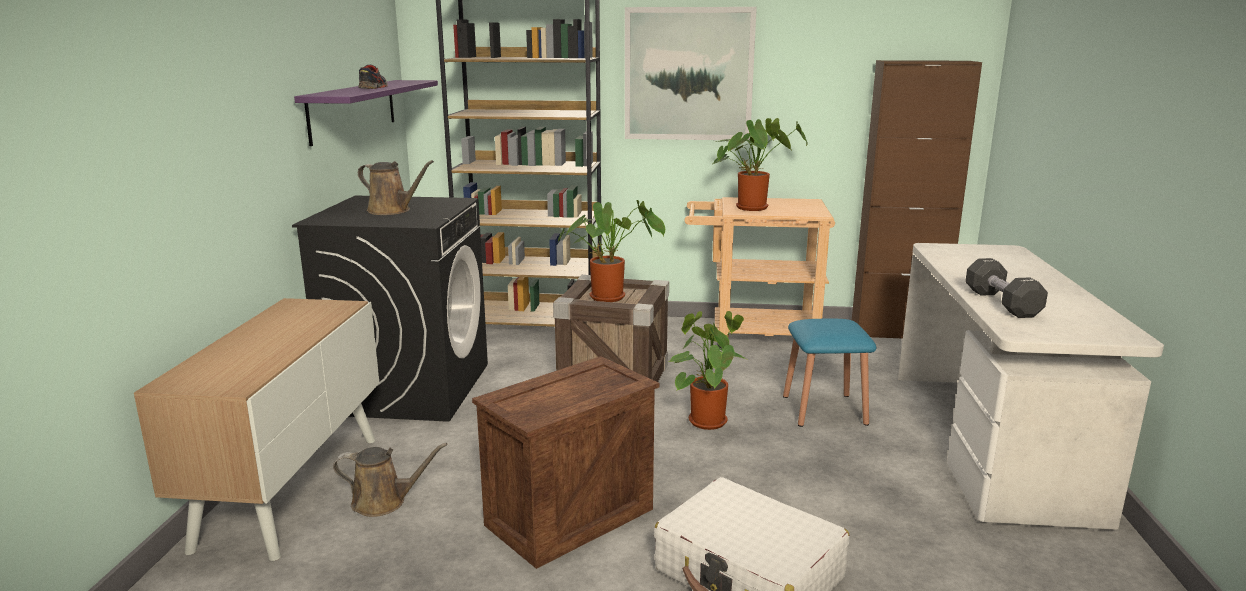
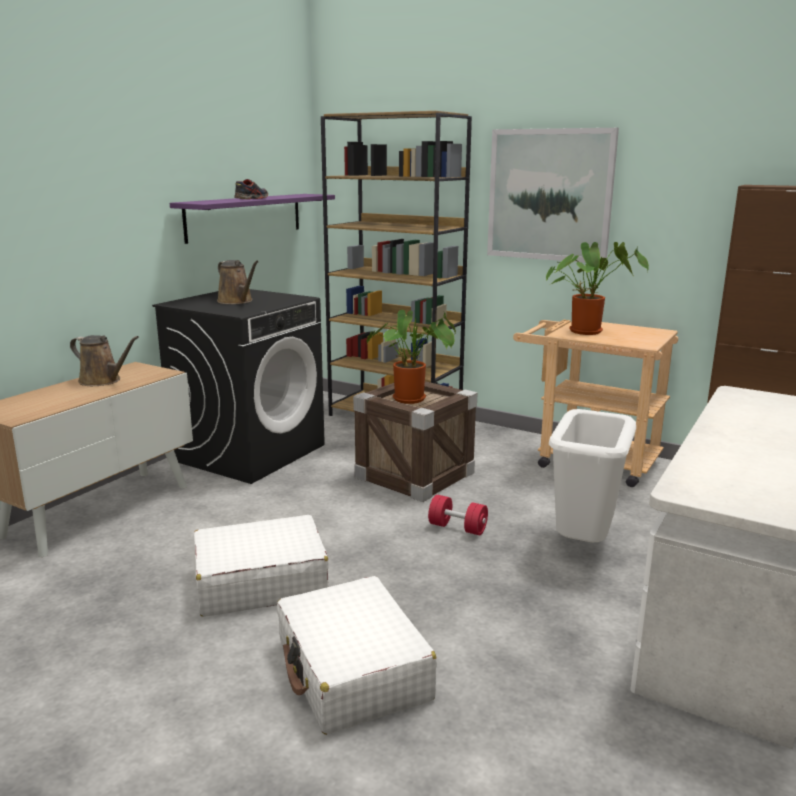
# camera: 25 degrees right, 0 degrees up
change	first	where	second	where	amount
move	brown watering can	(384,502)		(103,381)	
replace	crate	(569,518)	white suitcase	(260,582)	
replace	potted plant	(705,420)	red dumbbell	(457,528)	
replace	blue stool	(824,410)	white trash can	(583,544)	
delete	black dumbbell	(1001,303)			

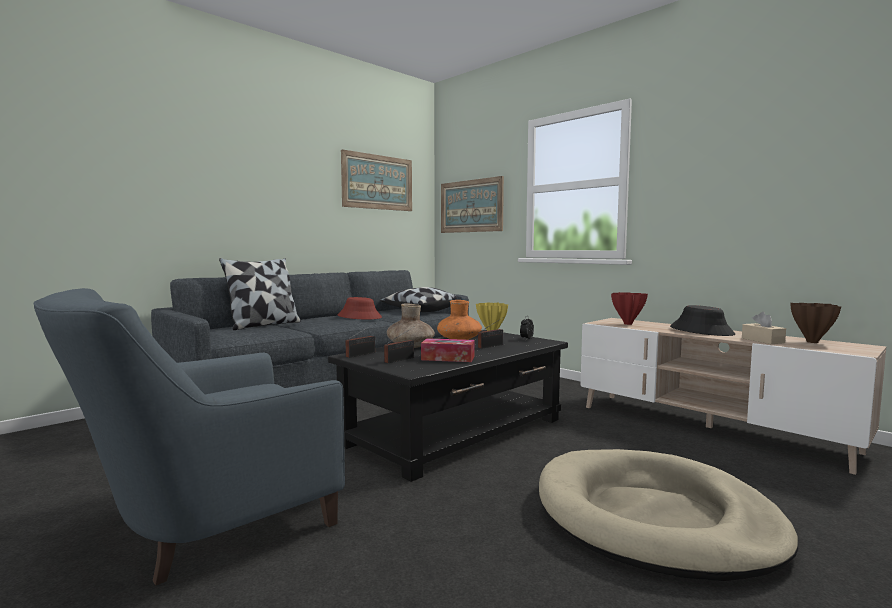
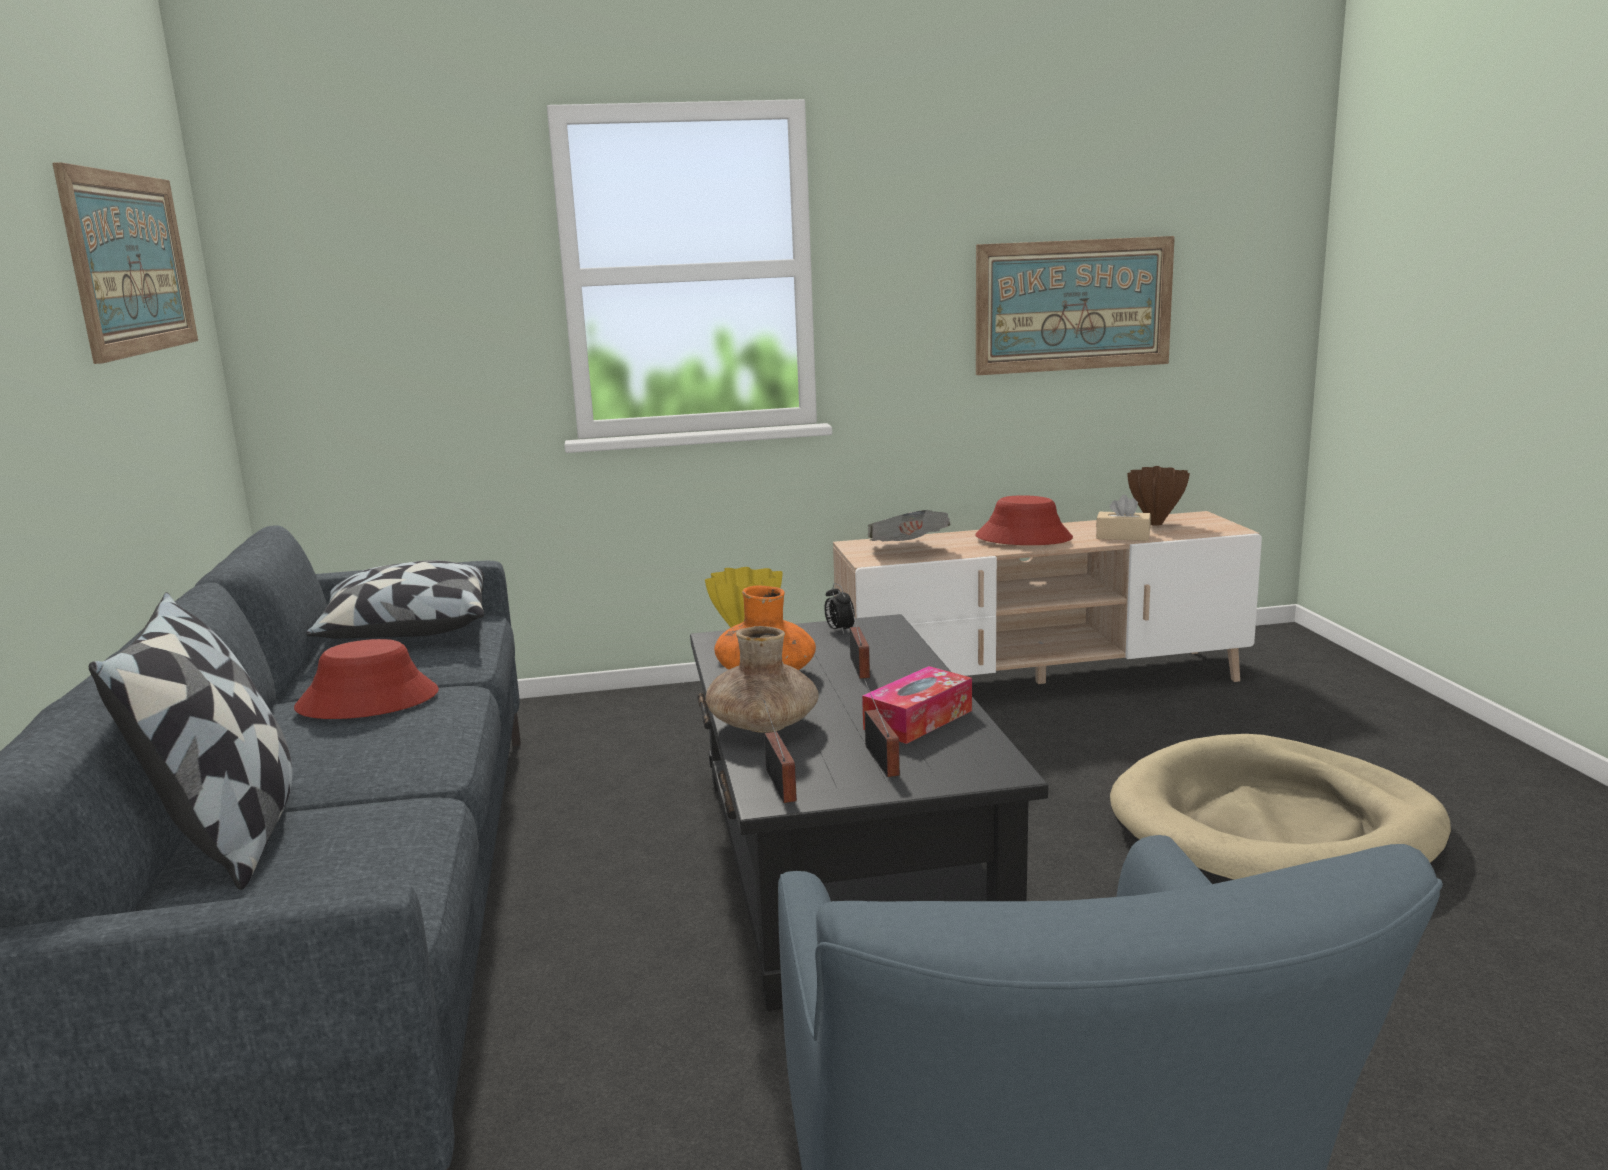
# camera: 55 degrees left, 10 degrees up
change	first	where	second	where	amount
move	picture	(471,206)		(1073,305)	
replace	red vase	(627,324)	newspaper	(908,550)	
recolor	black hat	(701,331)	red hat	(1023,538)	

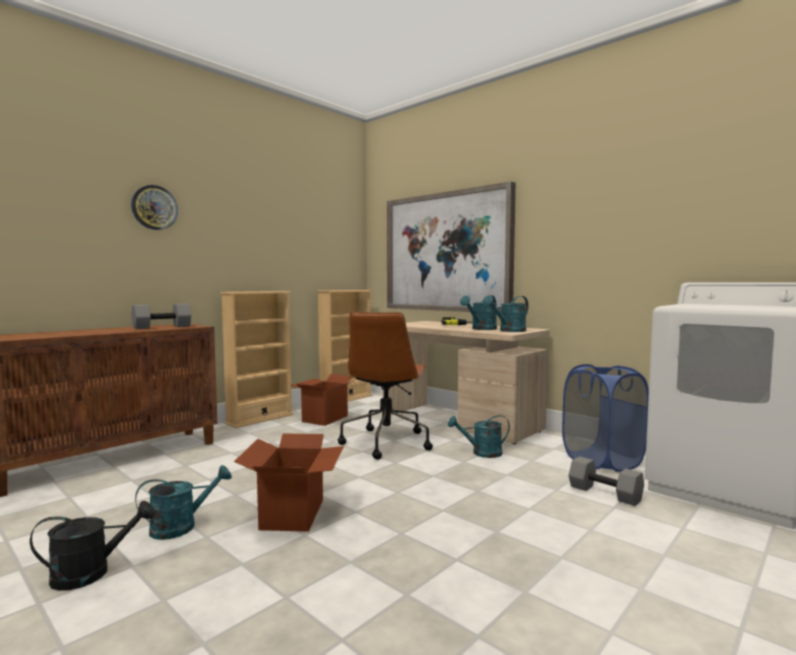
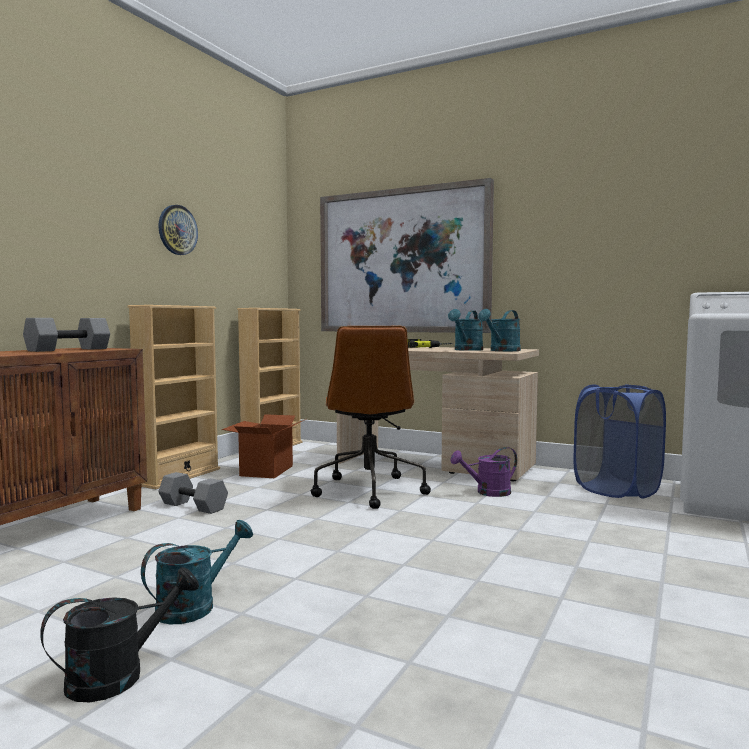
# camera: 15 degrees left, 0 degrees up
change	first	where	second	where	amount
move	wall clock	(154,207)		(177,230)	
delete	cardboard box	(294,514)			
recolor	turquoise watering can	(481,453)	purple watering can	(487,493)	
move	grey dumbbell	(606,493)		(194,506)	

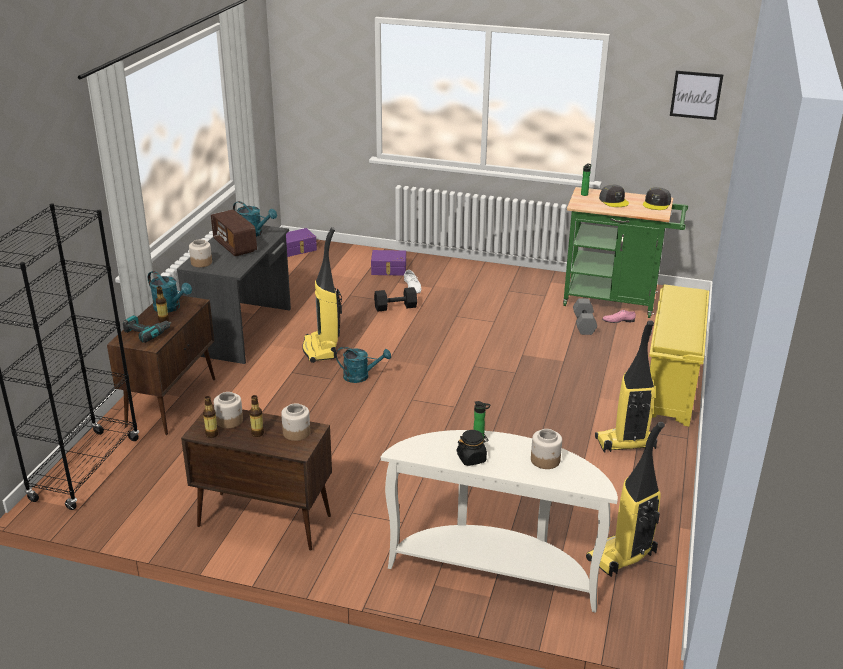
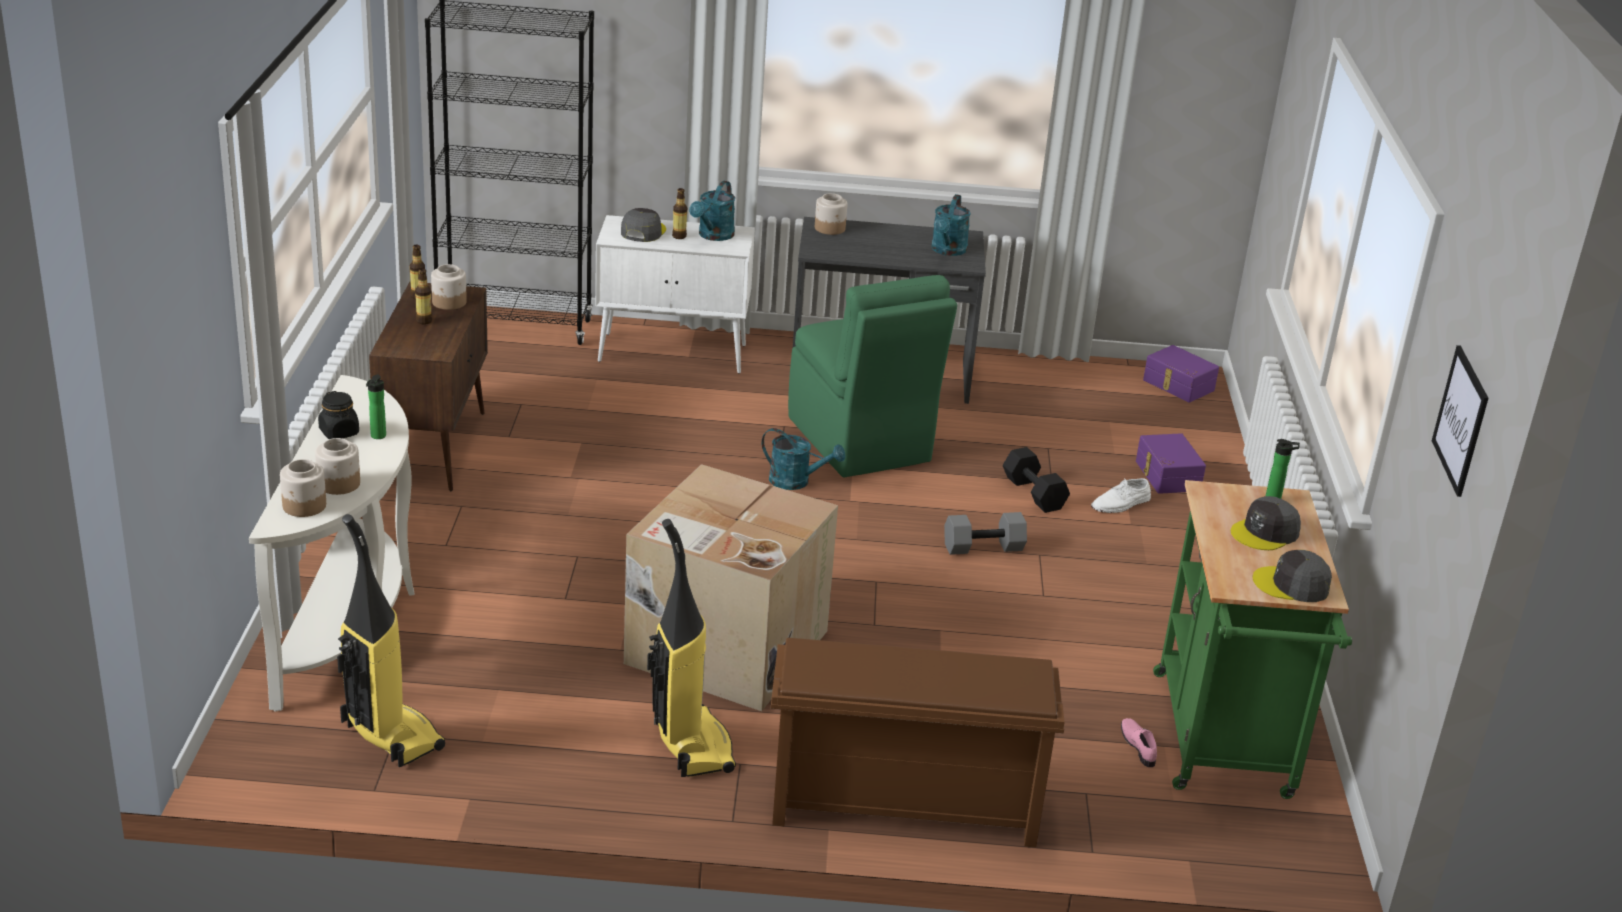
# camera: 75 degrees right, 0 degrees up
change	first	where	second	where	amount
recolor	brown cabinet	(172,401)	white cabinet	(674,353)	
replace	power drill	(146,332)	grey cap	(643,231)	
delete	radio	(235,246)			
move	jar	(297,433)		(304,506)	
replace	vacuum cleaner	(321,349)	green chair	(860,442)	
rotate	turquoise watering can	(361,376)		(796,482)	60 degrees counterclockwise
move	grey dumbbell	(583,324)		(984,547)	
recolor	yellow shoe rack	(671,388)	brown shoe rack	(901,807)	
insert			cardboard box	(723,647)	

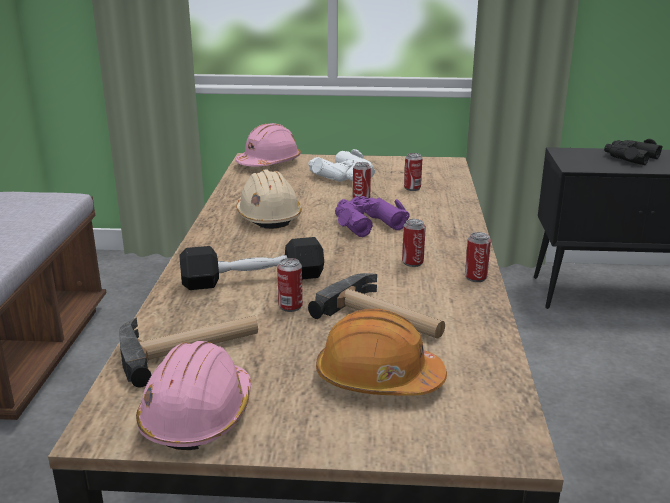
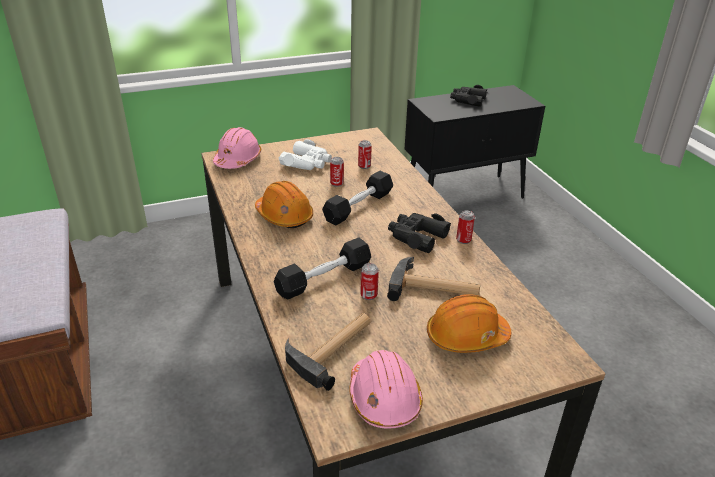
# camera: 25 degrees left, 10 degrees up
change	first	where	second	where	amount
recolor	beige hard hat	(268,216)	orange hard hat	(284,216)	
replace	purple binoculars	(366,222)	black dumbbell	(358,206)	
replace	can	(412,263)	black binoculars	(416,236)	

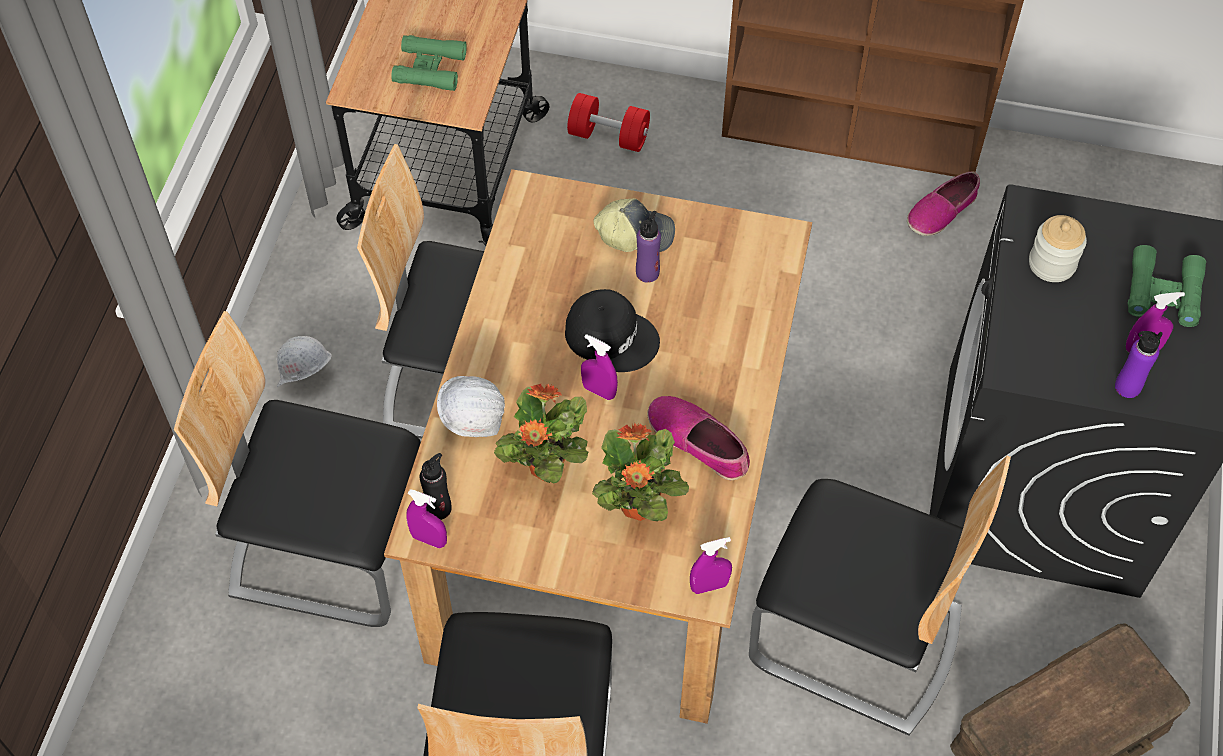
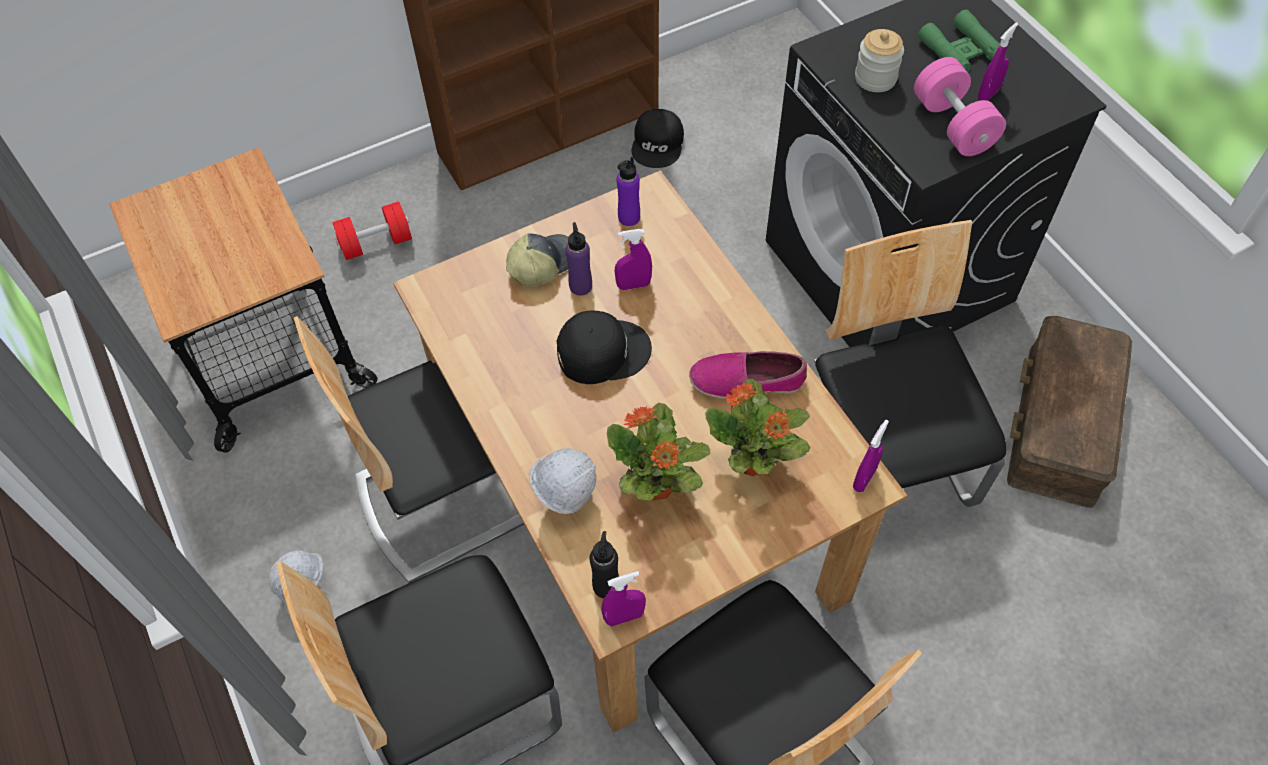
# camera: 40 degrees left, 0 degrees up
change	first	where	second	where	amount
delete	green binoculars	(430,68)			
move	purple spray bottle	(599,391)		(633,285)	
rotate	chair	(856,637)		(884,461)	90 degrees counterclockwise
replace	shoe	(941,211)	black cap	(658,144)	
move	purple bottle	(1127,387)		(629,217)	
insert			pink dumbbell	(953,125)	

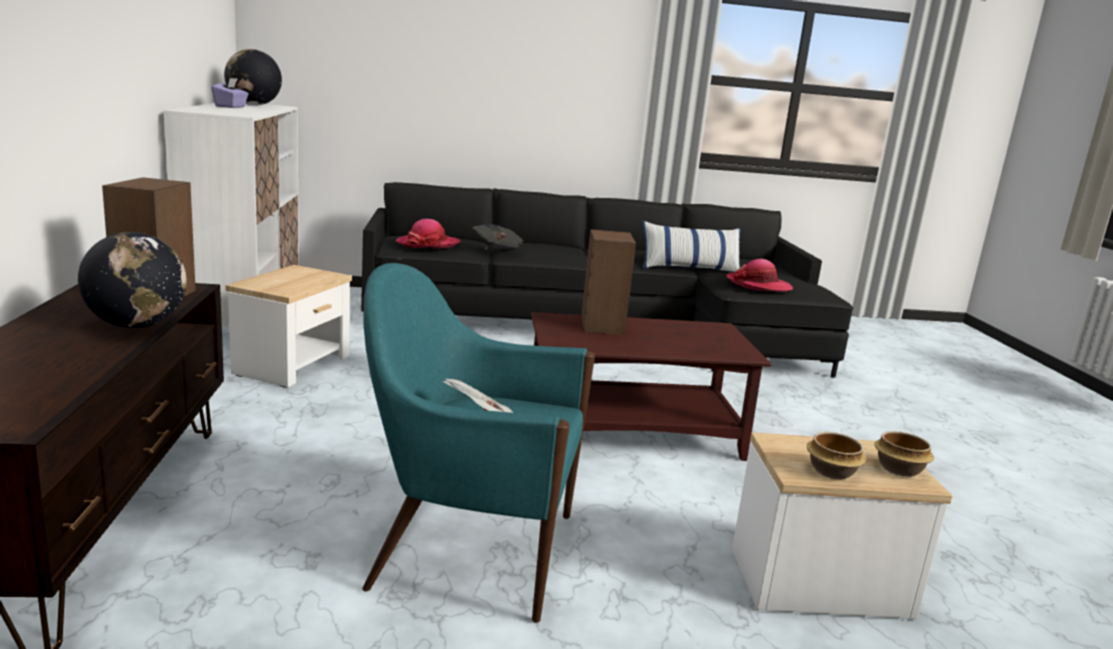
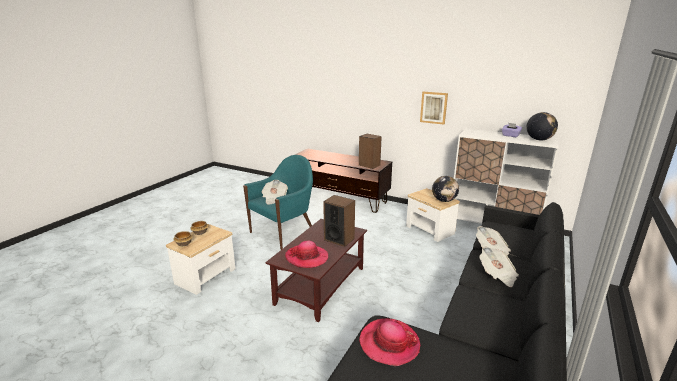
# camera: 125 degrees right, 5 degrees up
change	first	where	second	where	amount
move	globe	(137,325)		(444,200)	
move	hat	(428,244)		(307,257)	
delete	pillow	(689,269)			
insert			picture	(433,107)	
insert			newspaper	(497,275)	

